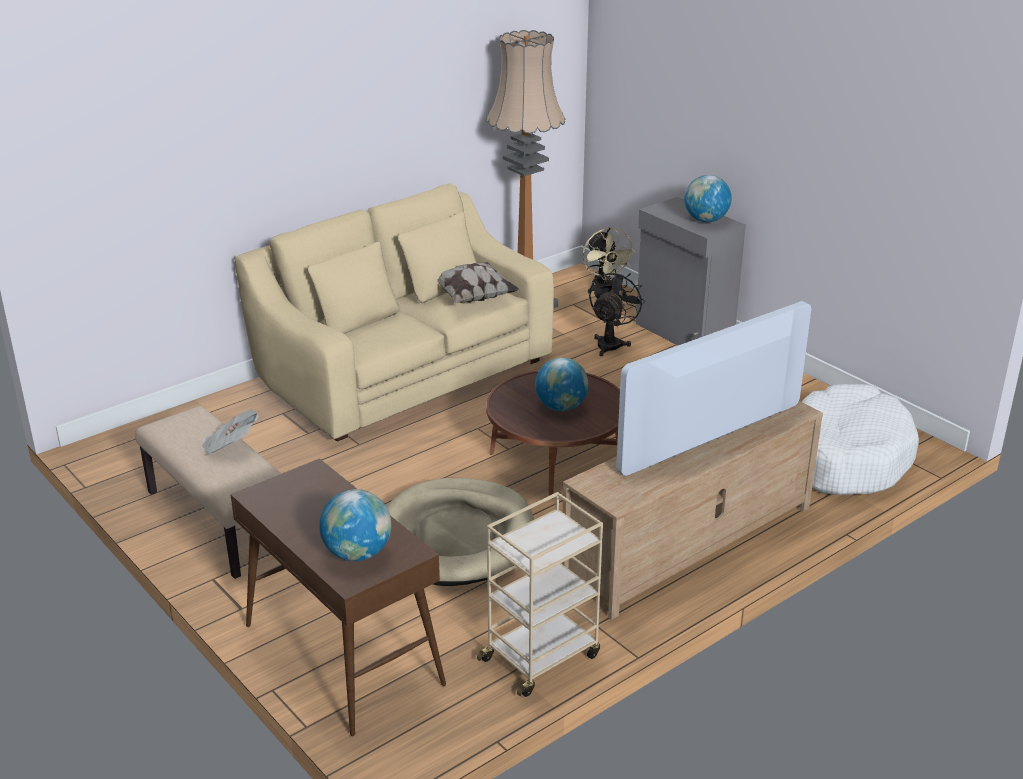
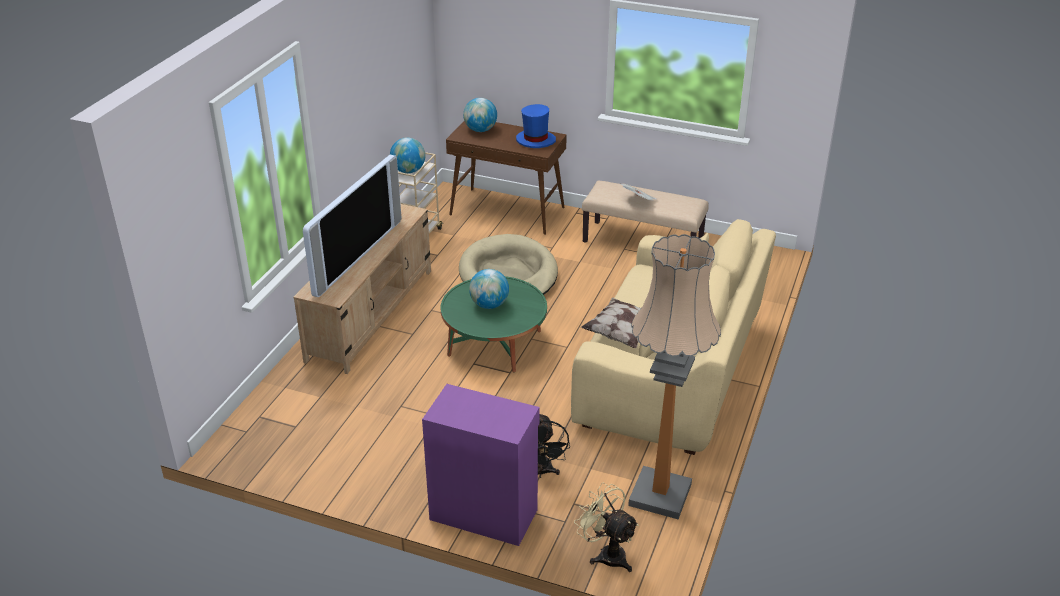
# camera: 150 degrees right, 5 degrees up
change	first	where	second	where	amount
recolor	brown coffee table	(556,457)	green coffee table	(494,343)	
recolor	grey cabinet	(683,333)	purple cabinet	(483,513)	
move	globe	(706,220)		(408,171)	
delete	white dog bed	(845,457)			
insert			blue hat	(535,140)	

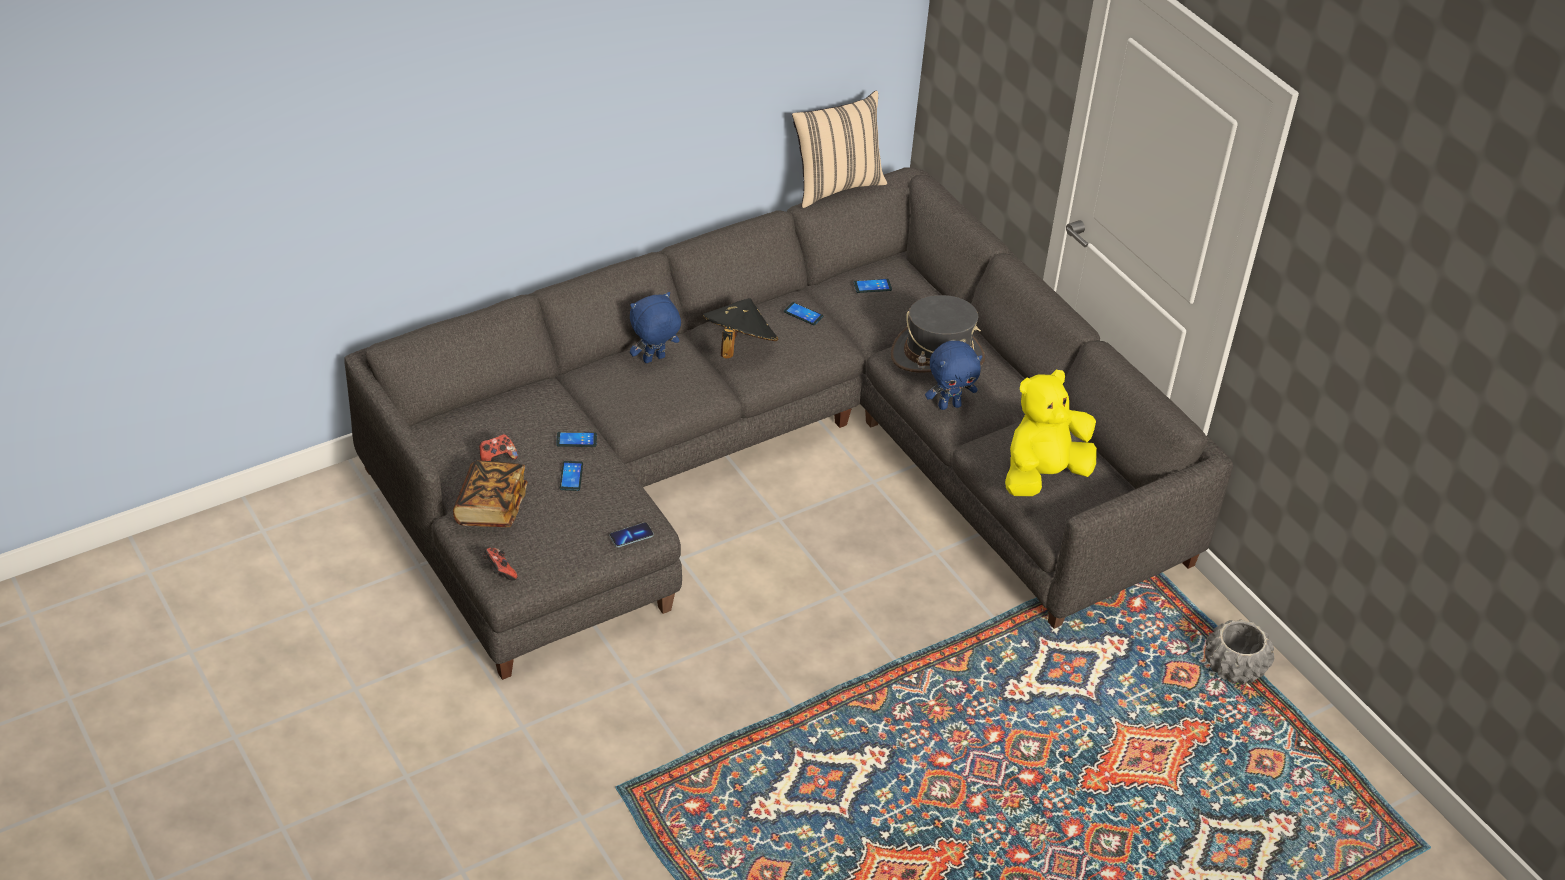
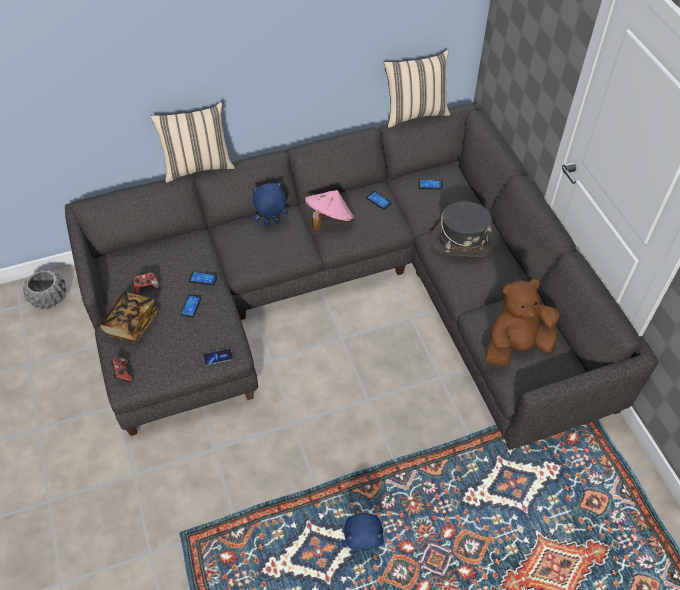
# camera: 15 degrees right, 10 degrees up
change	first	where	second	where	amount
recolor	black hat	(738,346)	pink hat	(329,220)	
move	blue plush toy	(949,405)		(363,546)	
recolor	yellow plush toy	(1043,475)	brown plush toy	(516,345)	
move	grey planter	(1234,667)		(49,298)	
insert			beige pillow	(198,166)	

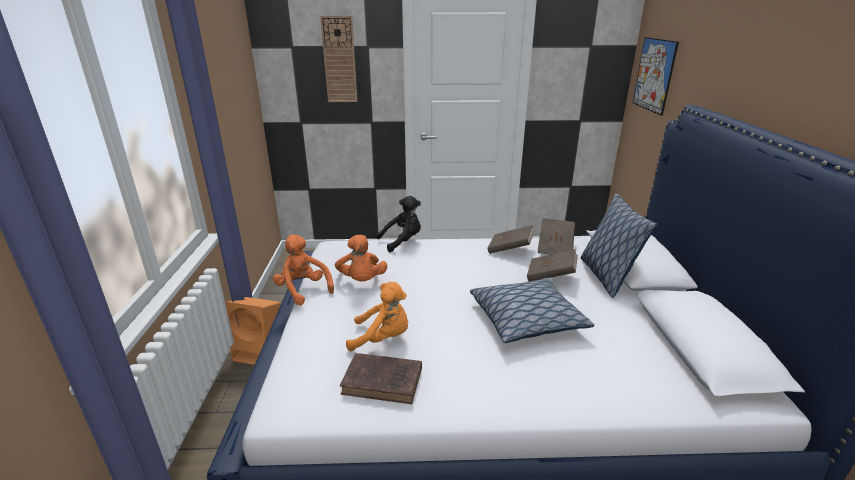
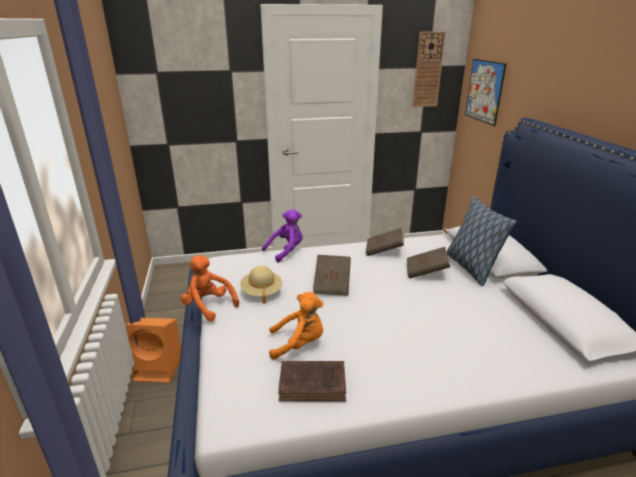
# camera: 10 degrees left, 0 degrees up
change	first	where	second	where	amount
move	wall clock	(339,60)		(428,70)	
replace	orange plush toy	(362,280)	beige hat	(261,292)	
recolor	black plush toy	(402,241)	purple plush toy	(286,251)	
delete	pillow	(526,319)			
move	brown book	(555,247)		(332,284)	

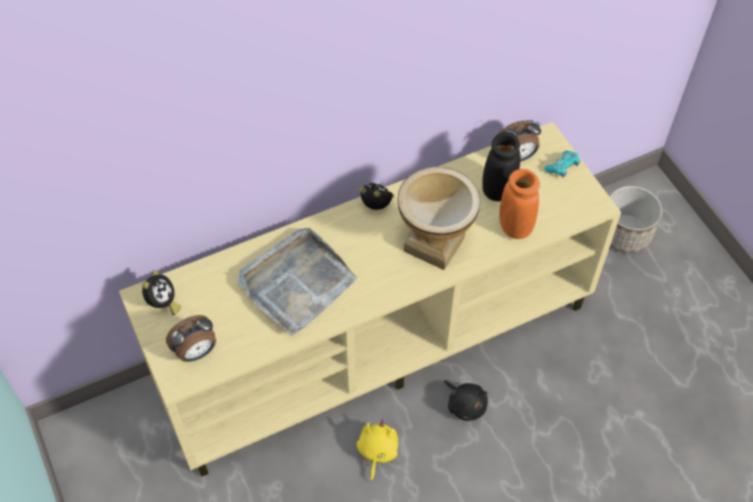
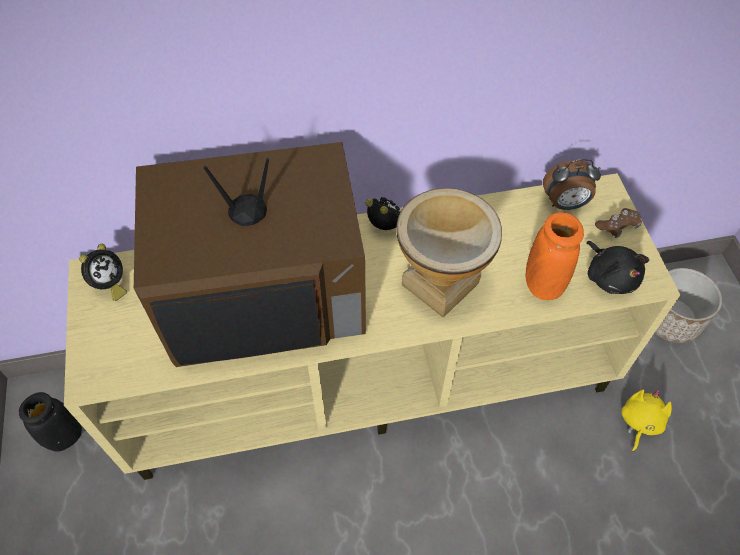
# camera: 15 degrees right, 0 degrees up
change	first	where	second	where	amount
delete	alarm clock	(196,352)			
replace	grey tray	(297,283)	television	(266,294)	
move	yellow plush toy	(377,452)		(639,422)	
move	black plush toy	(465,405)		(610,276)	
move	black vase	(498,190)		(65,437)	
recolor	turquoise game controller	(562,167)	brown game controller	(617,226)	

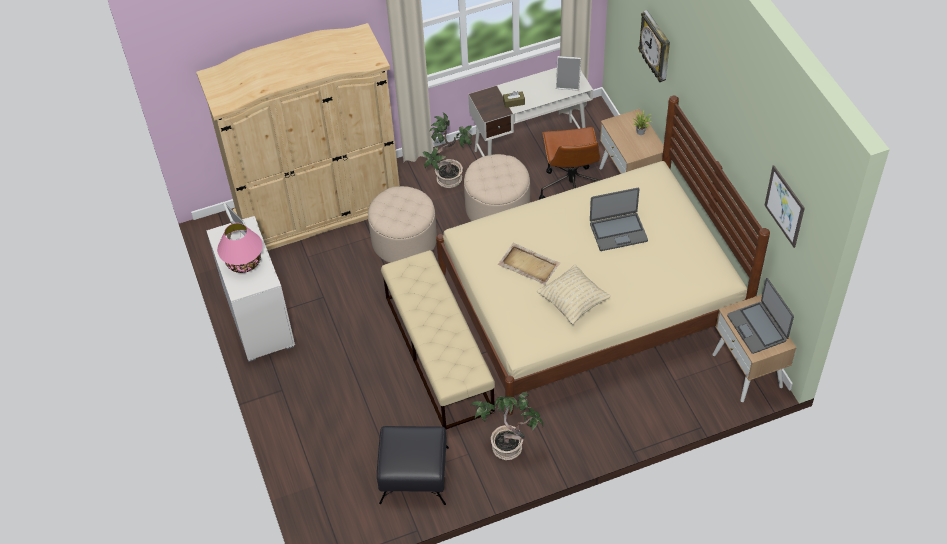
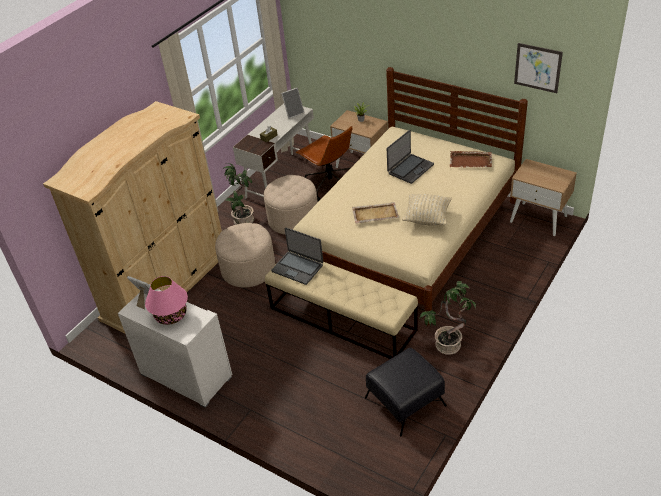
# camera: 35 degrees left, 10 degrees down
change	first	where	second	where	amount
delete	wall clock	(656,47)			
move	laptop	(757,328)		(297,268)	
insert			brown tray	(471,161)	

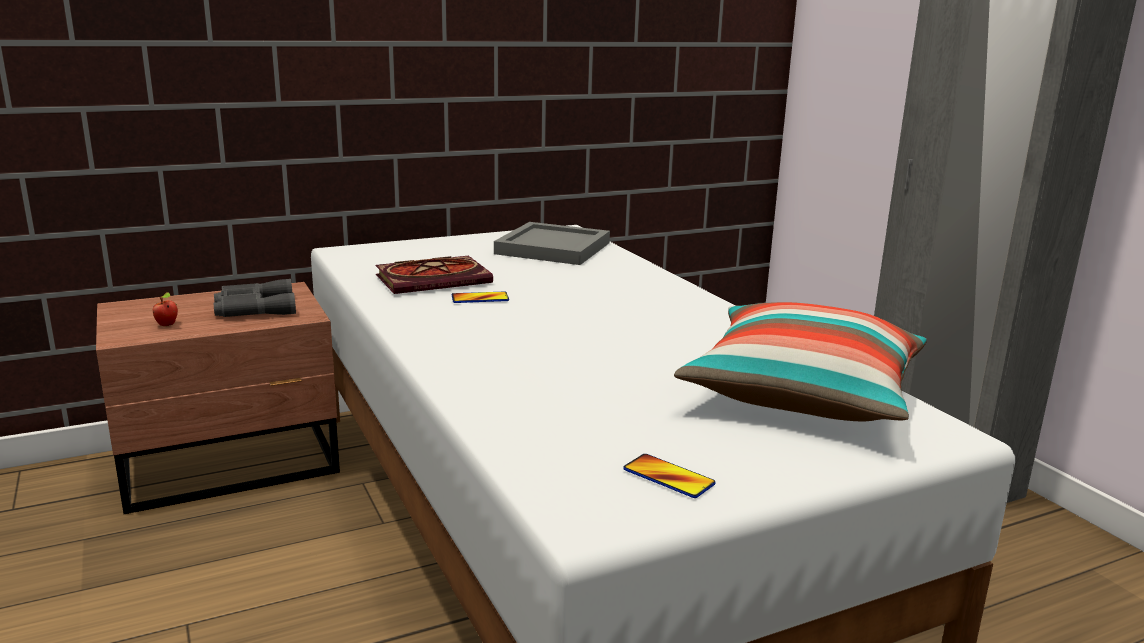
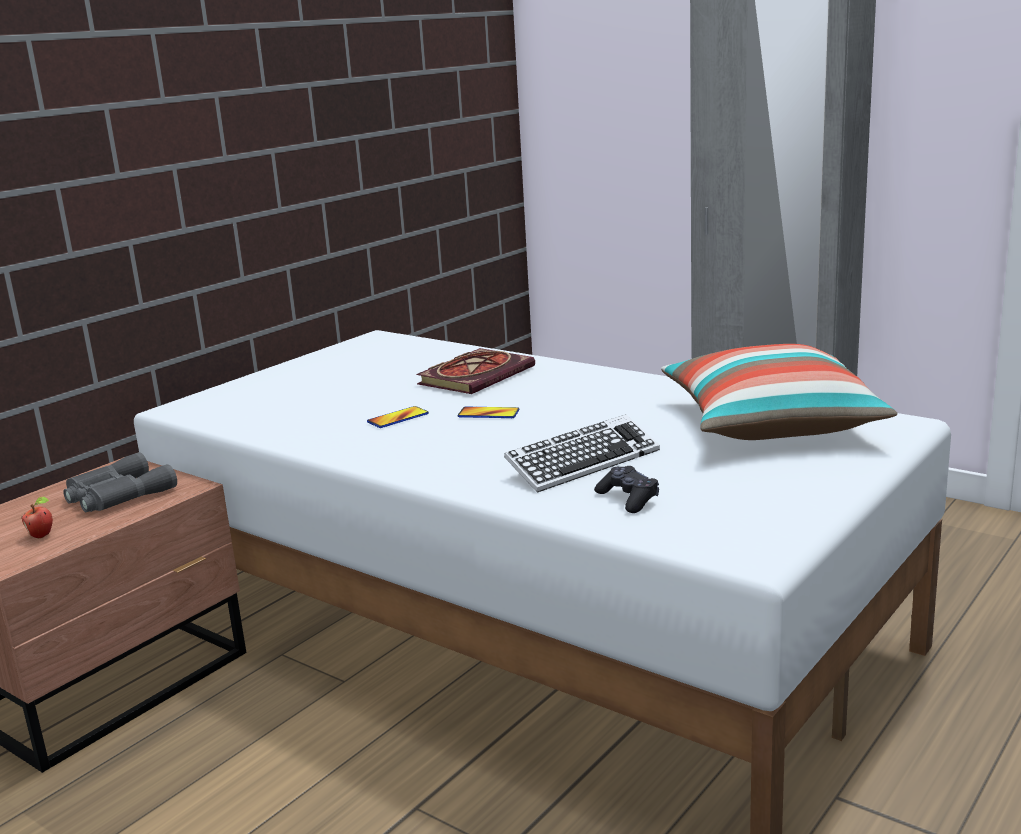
# camera: 25 degrees left, 0 degrees up
change	first	where	second	where	amount
move	book	(435,279)		(476,375)	
delete	grey tray	(554,249)			
move	phone	(668,477)		(488,414)	
insert			keyboard	(583,462)	
insert			black game controller	(628,499)	

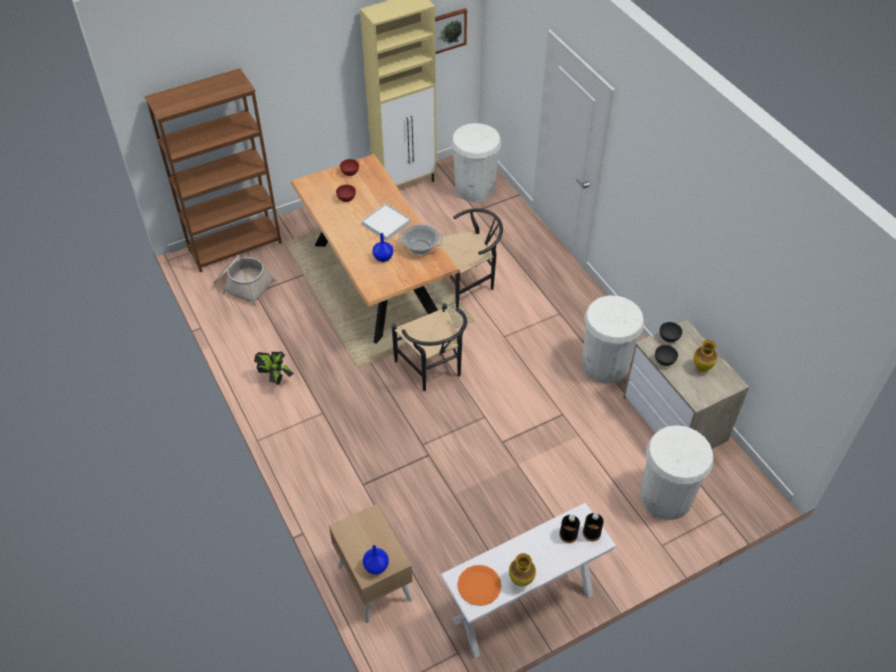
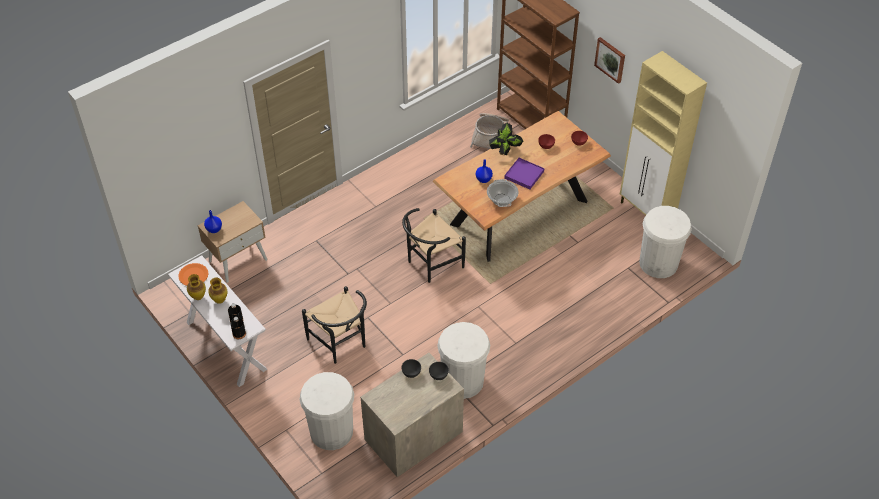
# camera: 80 degrees right, 0 degrees up
change	first	where	second	where	amount
move	potted plant	(276,378)		(505,152)	
recolor	white tray	(386,223)	purple tray	(524,175)	
move	picture	(447,30)		(610,59)	
move	black chair	(469,282)		(341,344)	
move	vase	(702,368)		(220,300)	

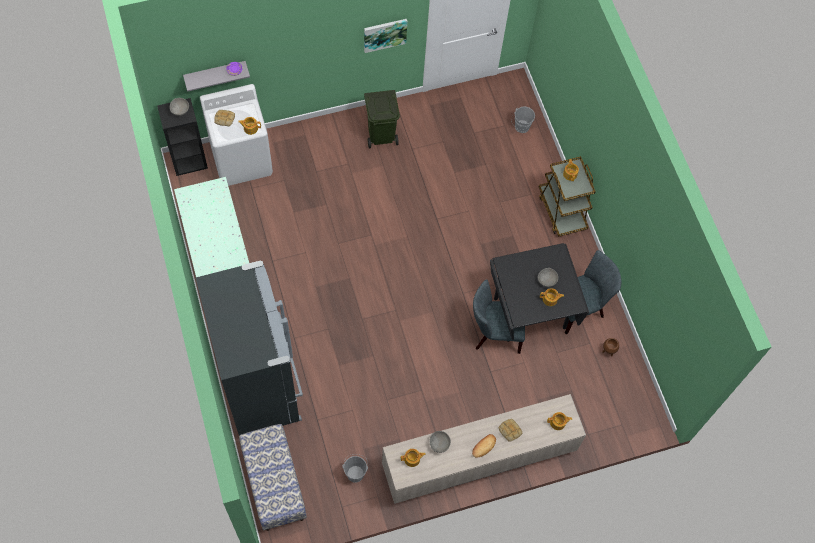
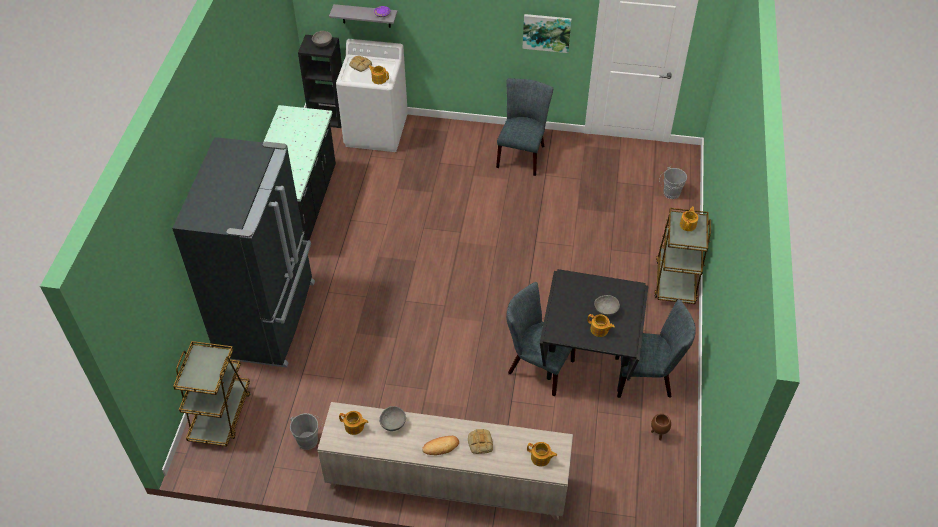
# camera: 30 degrees right, 15 degrees down
change	first	where	second	where	amount
replace	bench	(274,484)	brown cart	(220,415)	
replace	green trash can	(381,134)	grey chair	(522,154)	

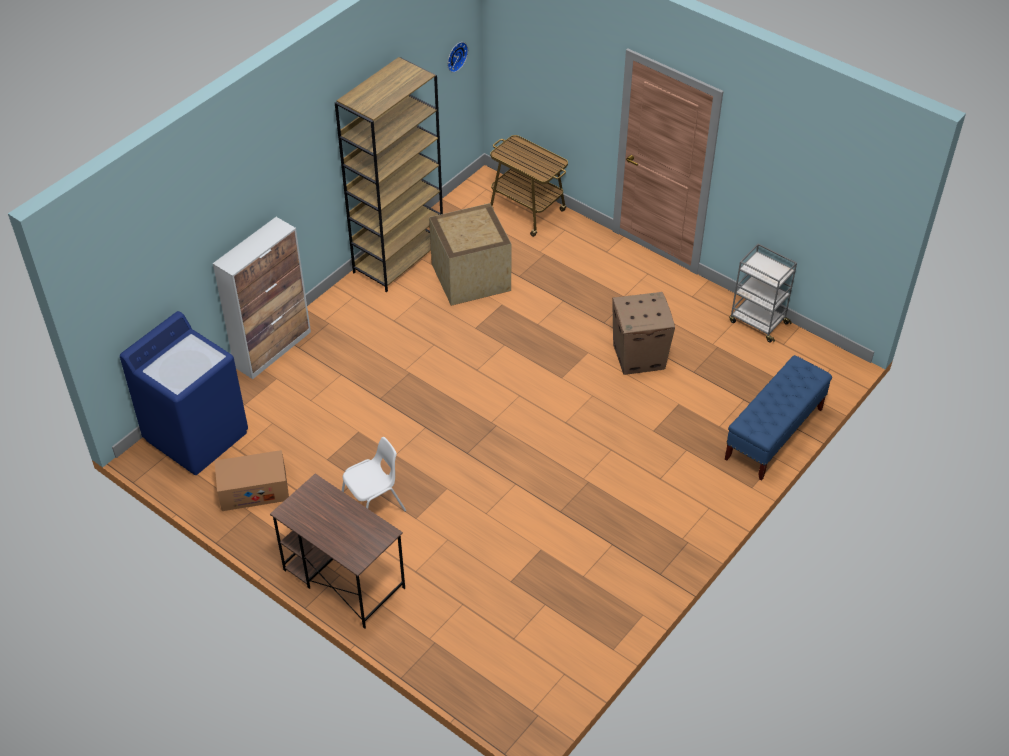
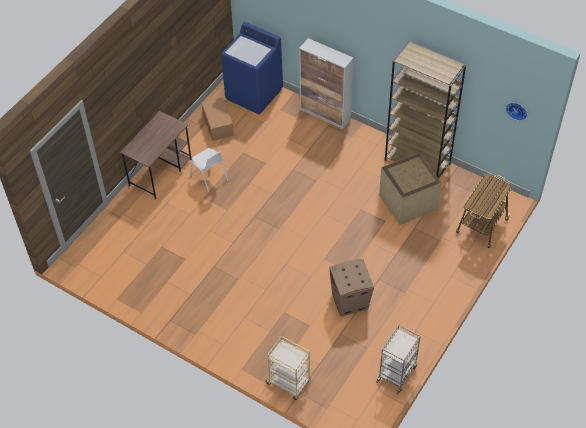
# camera: 85 degrees right, 5 degrees up
change	first	where	second	where	amount
replace	blue bench	(773,434)	beige cart	(289,382)	

